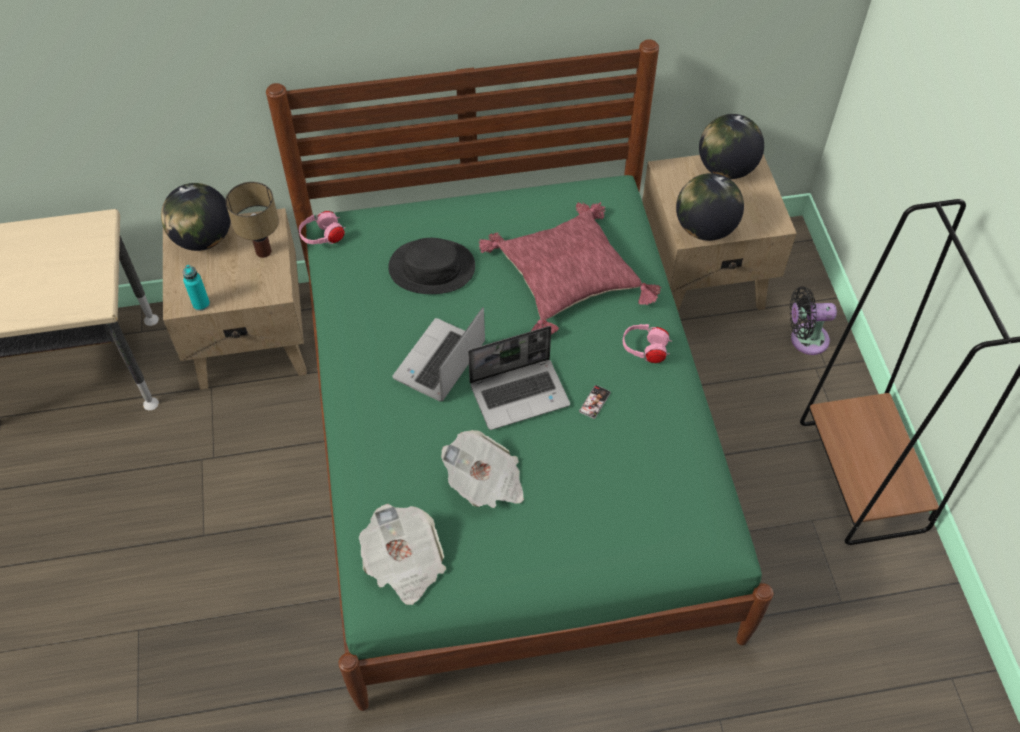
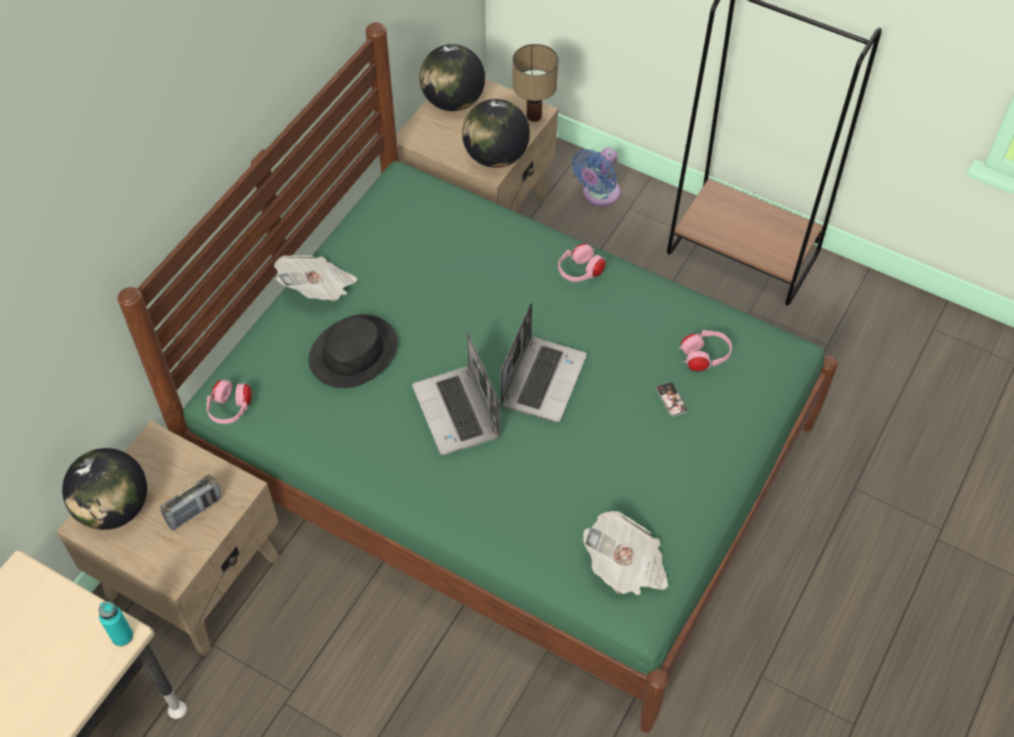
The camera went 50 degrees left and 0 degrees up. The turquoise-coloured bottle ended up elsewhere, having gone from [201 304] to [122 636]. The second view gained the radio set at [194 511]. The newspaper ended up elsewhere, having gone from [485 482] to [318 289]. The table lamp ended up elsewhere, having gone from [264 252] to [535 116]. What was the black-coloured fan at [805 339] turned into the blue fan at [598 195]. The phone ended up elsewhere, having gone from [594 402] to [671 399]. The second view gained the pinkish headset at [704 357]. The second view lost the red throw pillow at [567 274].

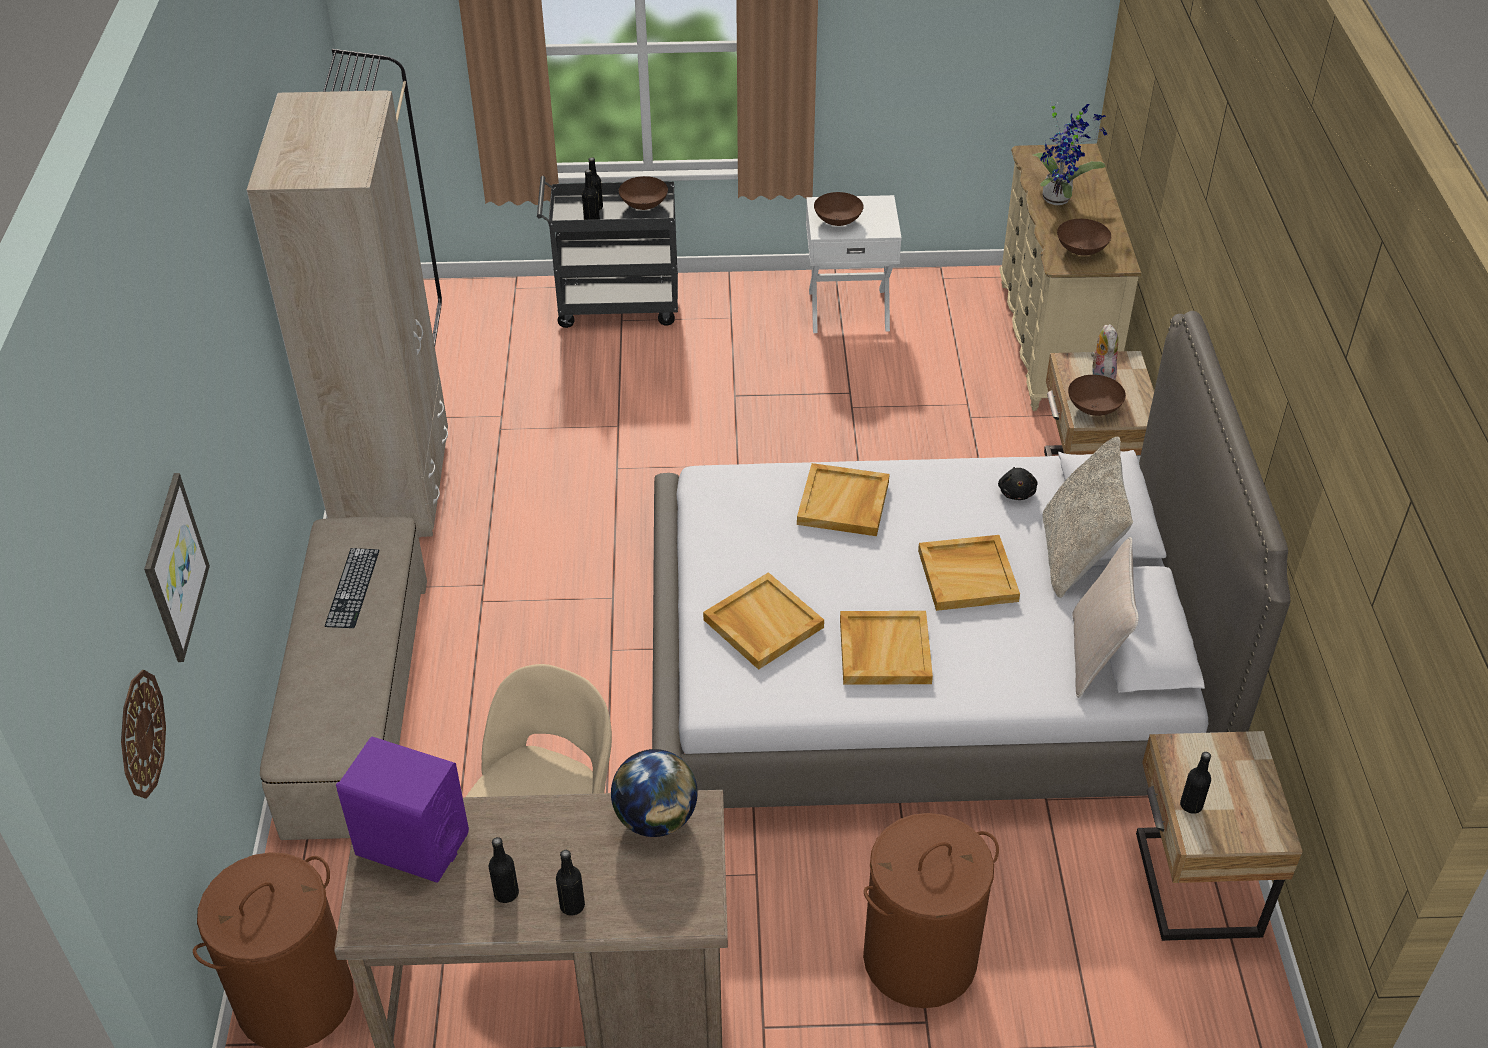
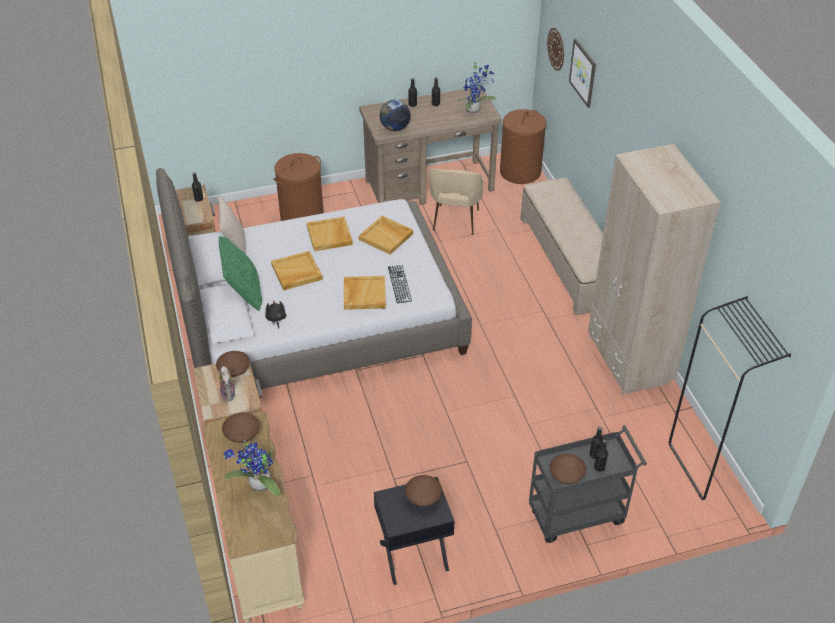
The camera went 165 degrees right and 0 degrees up. What was the beige throw pillow at [1077 555] turned into the greenish throw pillow at [243 292]. What was the whitish bedside table at [848 309] turned into the black-coloured bedside table at [414 556]. The computer keyboard ended up elsewhere, having gone from [352 588] to [399 283]. Where the purple loudspeaker stood at [412 844], the houseplant came to stand at [474 110].

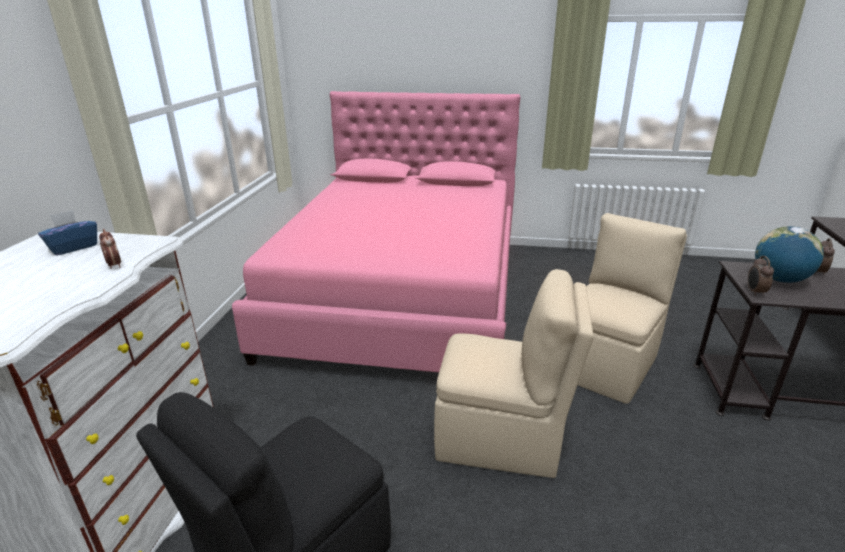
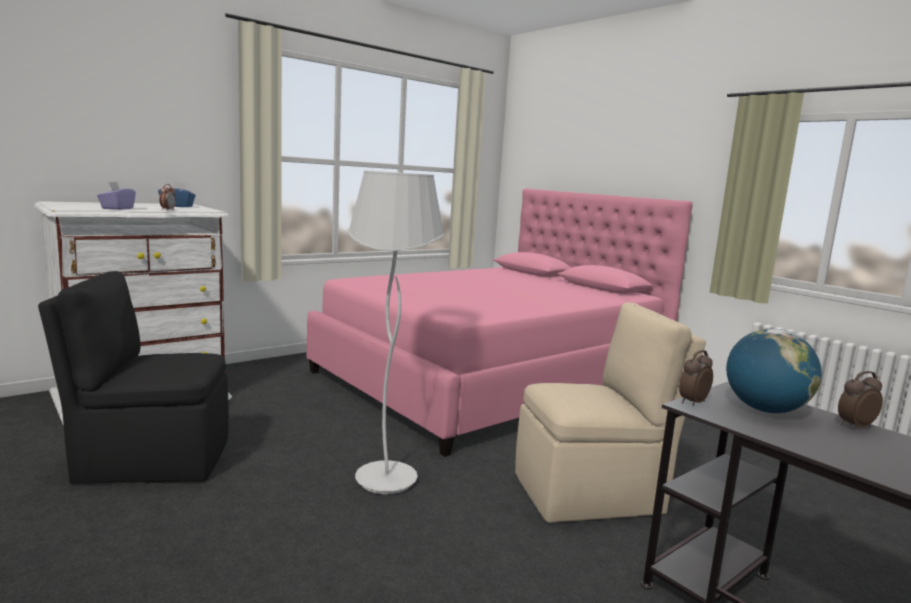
The camera went 40 degrees right and 15 degrees down. The second view gained the purple box of tissues at [117 208]. Where the beige plain chair stood at [501 438], the whitish floor lamp came to stand at [386 480].

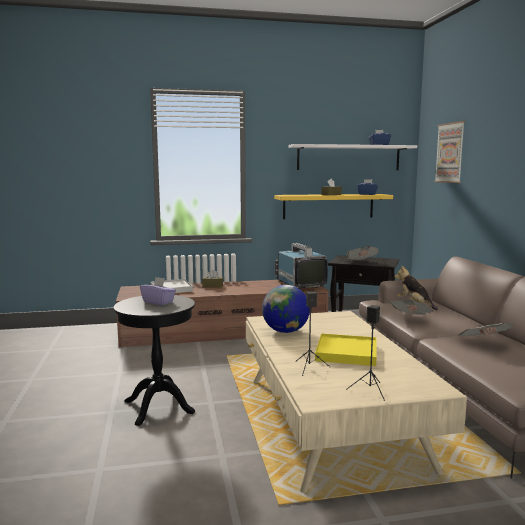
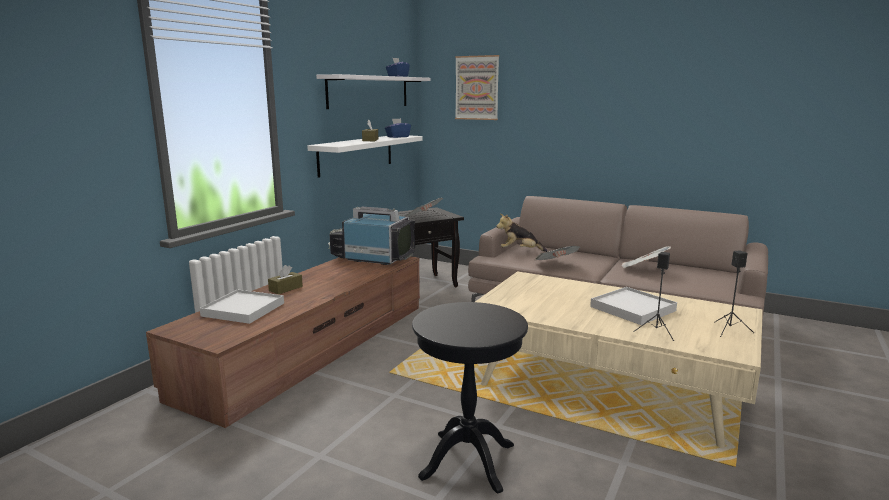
The camera went 50 degrees left and 5 degrees up. What was the yellow-coloured wall shelf at [328 206] turned into the whitish wall shelf at [356 154]. What was the yellow-coloured serving tray at [346 353] turned into the whitish serving tray at [632 309]. The second view lost the purple box of tissues at [158 302]. The second view lost the globe at [285 331].

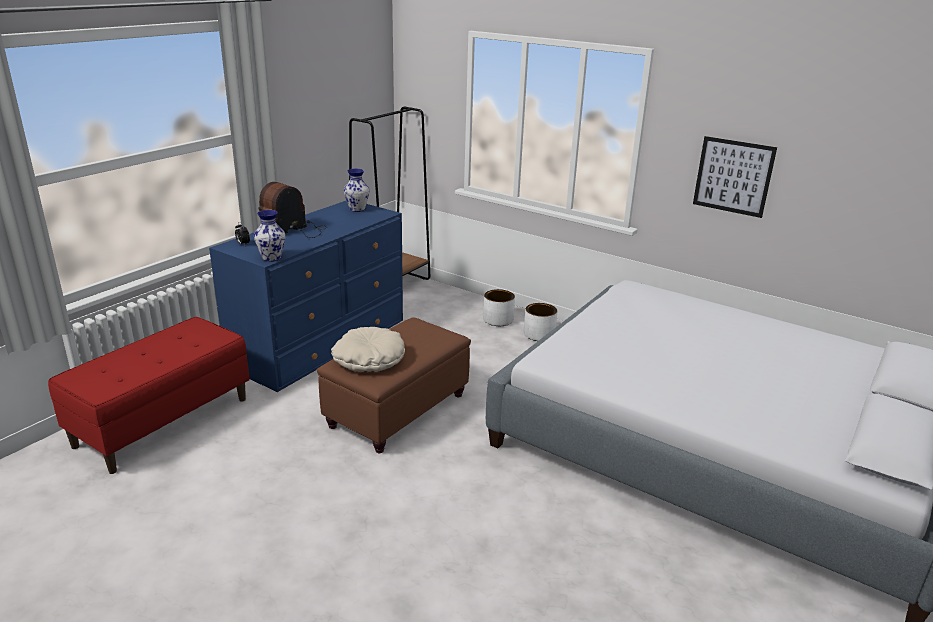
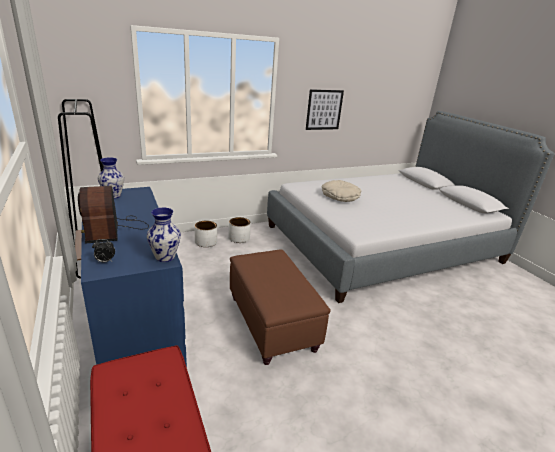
The camera went 60 degrees left and 0 degrees up. The beige throw pillow ended up elsewhere, having gone from [370 360] to [341 197].

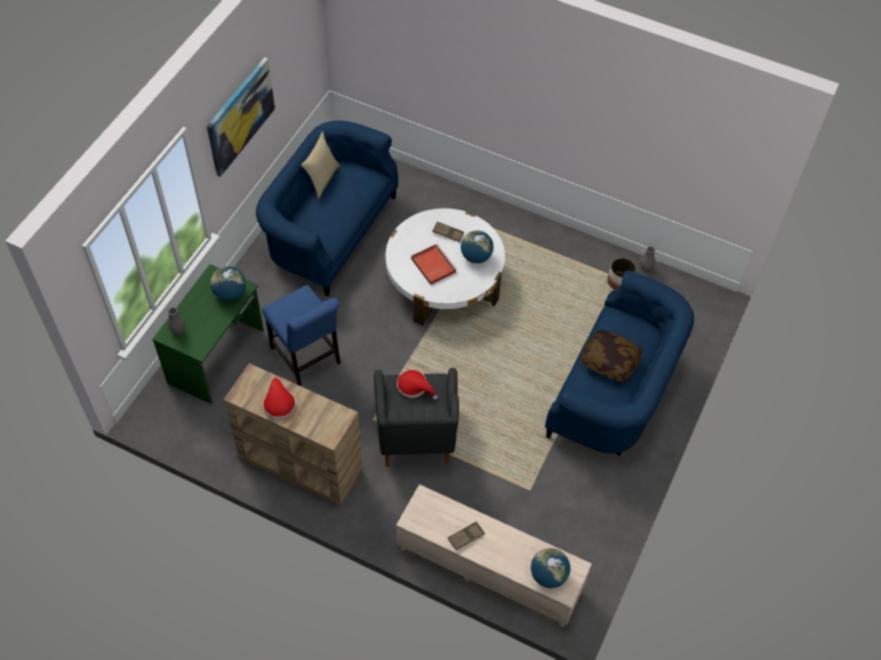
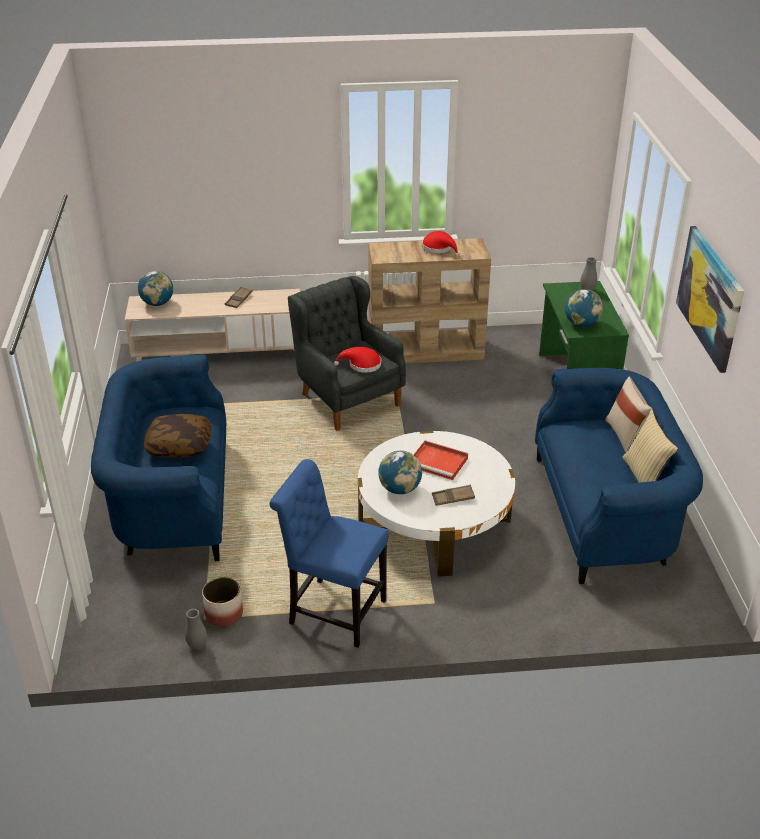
The camera went 150 degrees right and 20 degrees down. The blue plain chair ended up elsewhere, having gone from [307 358] to [333 610]. The second view gained the beige throw pillow at [624 435].

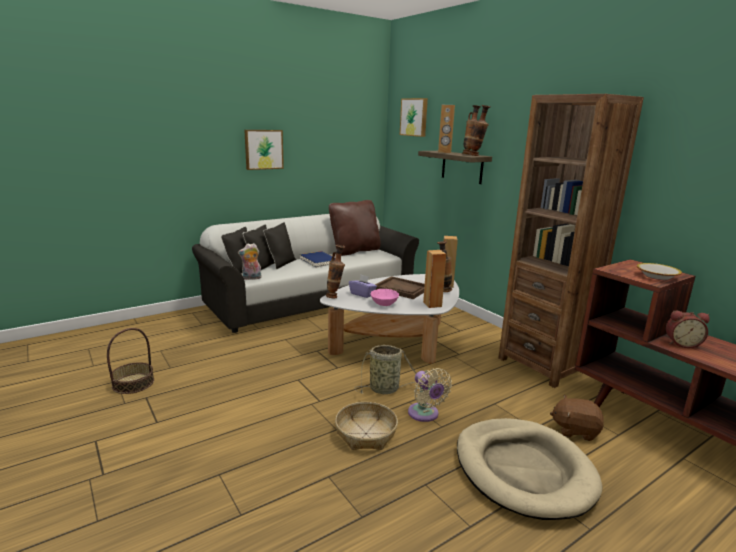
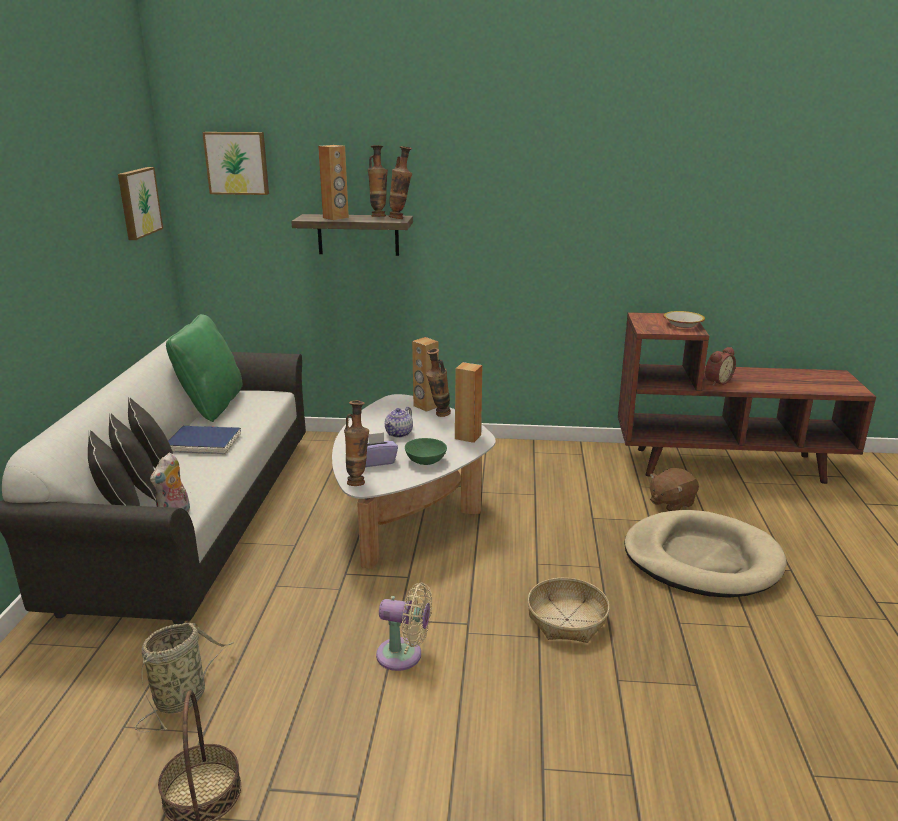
The camera went 50 degrees left and 5 degrees up. The wall picture ended up elsewhere, having gone from [263 149] to [138 202]. The household basket ended up elsewhere, having gone from [386 389] to [183 697]. What was the brown-coloured throw pillow at [354 251] turned into the greenish throw pillow at [212 405]. The beige fan ended up elsewhere, having gone from [425 414] to [404 655]. Where the brown-coloured serving tray stood at [401 289], the teapot came to stand at [399 433]. What was the pinkish bowl at [384 303] turned into the greenish bowl at [425 460]. The second view lost the brown-coloured bookshelf at [543 365].

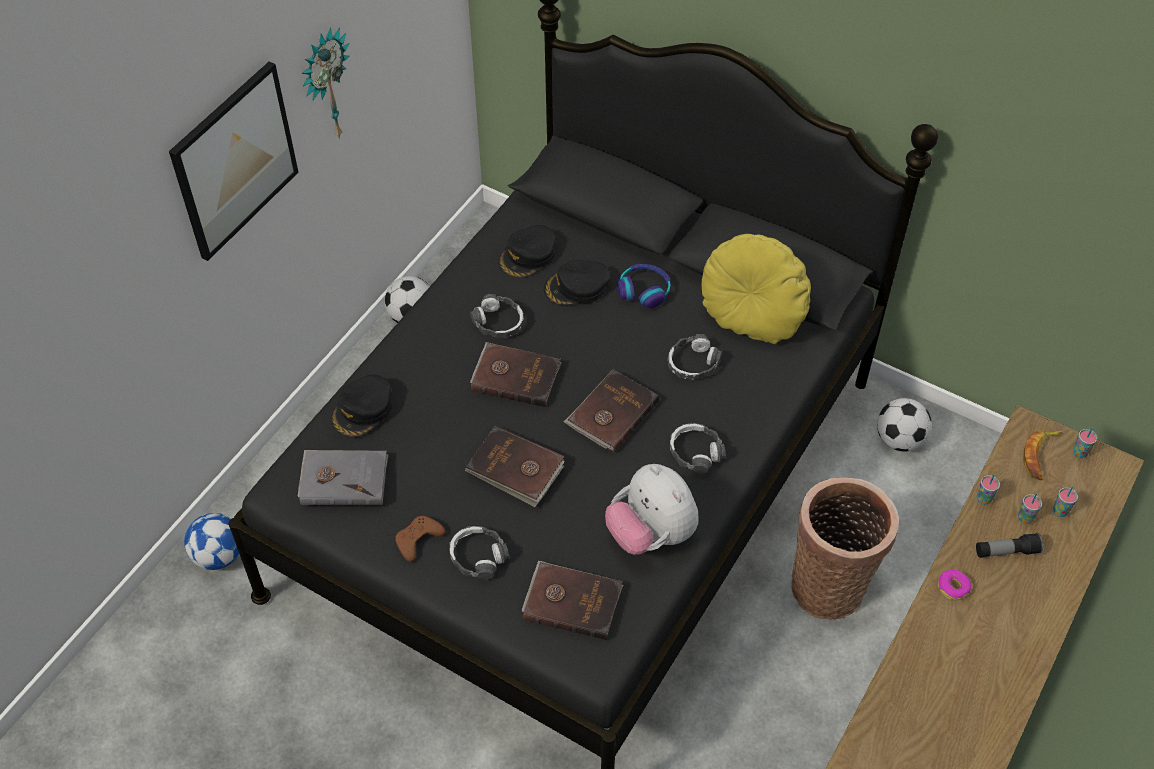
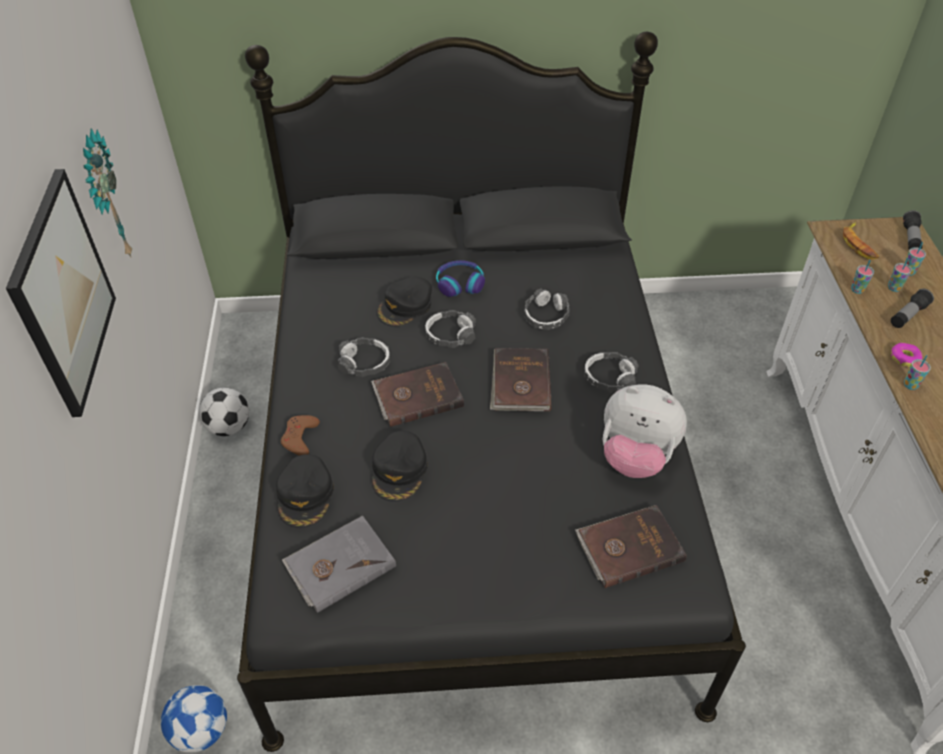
The camera went 35 degrees left and 5 degrees down. The brown-coloured gamepad ended up elsewhere, having gone from [418 539] to [300 438]. The black-coloured cap ended up elsewhere, having gone from [528 256] to [399 470]. The headset ended up elsewhere, having gone from [478 556] to [450 334]. The second view gained the flashlight at [910 238]. The cup ended up elsewhere, having gone from [1079 453] to [910 385]. The second view lost the brown-coloured book at [515 469]. The second view lost the yellow-coloured throw pillow at [751 321]. The second view lost the household basket at [830 584]. The second view lost the football at [899 440].

